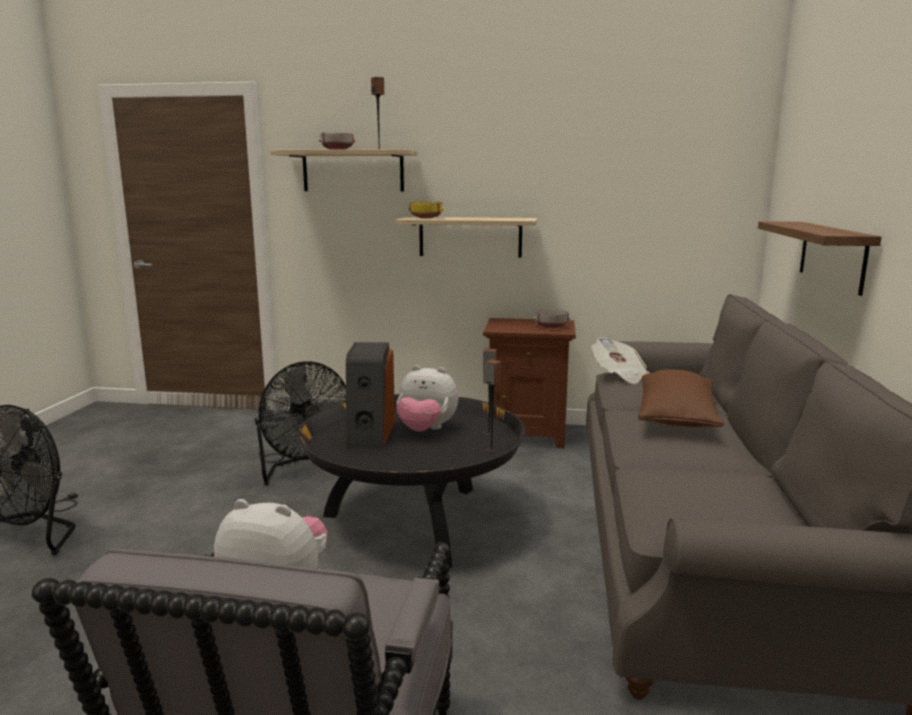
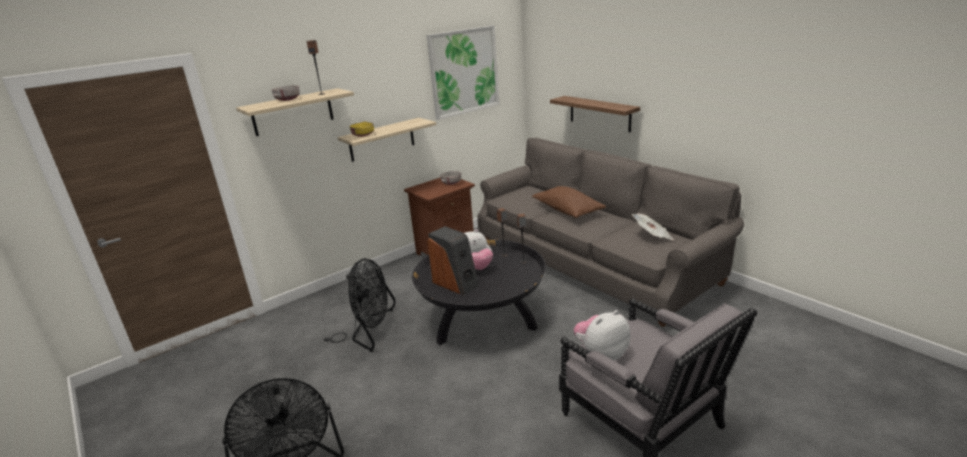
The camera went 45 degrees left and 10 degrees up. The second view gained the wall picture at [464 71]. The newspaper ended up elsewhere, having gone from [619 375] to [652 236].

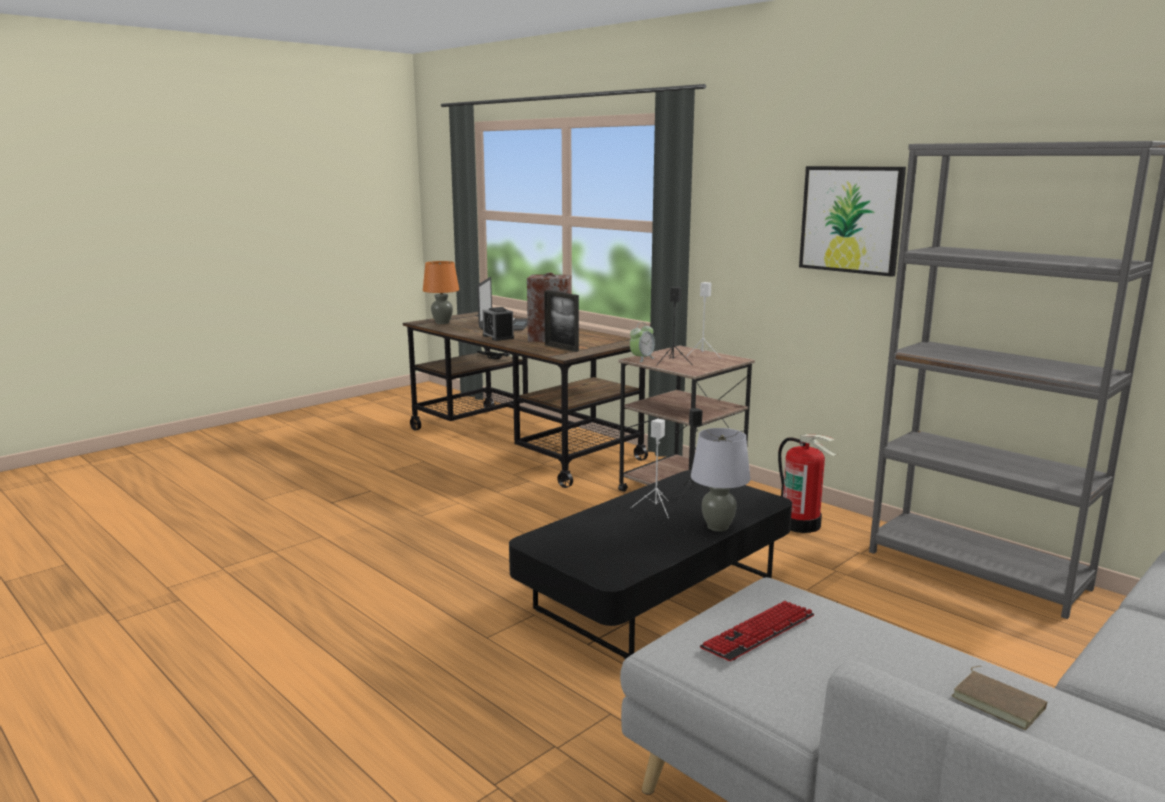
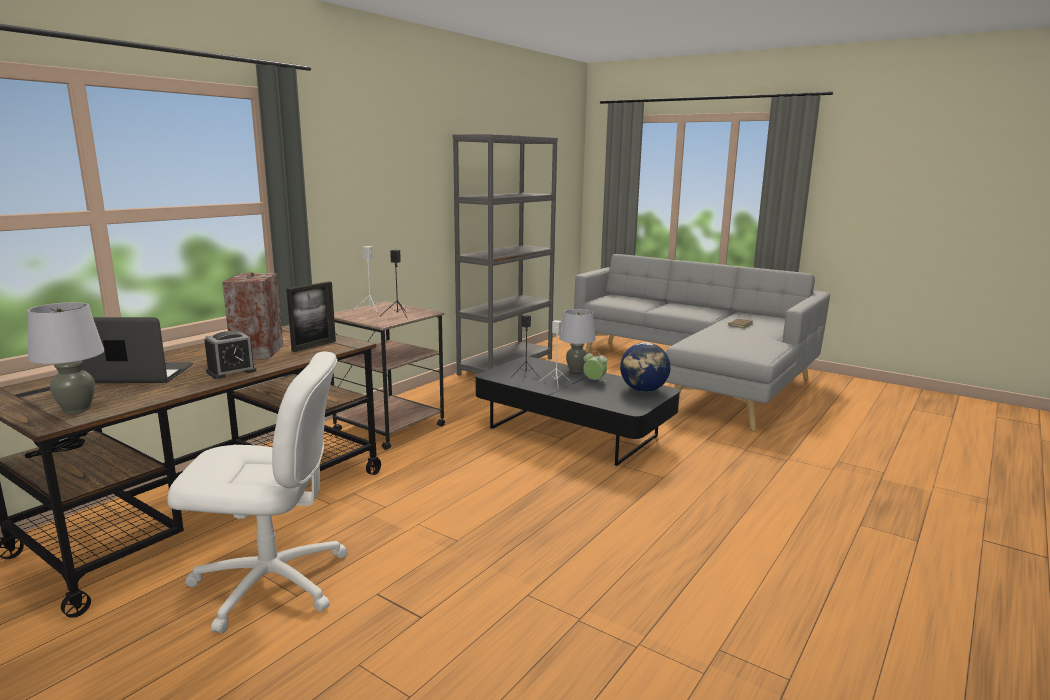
The camera went 100 degrees left and 0 degrees up. What was the orange-coloured table lamp at [442 323] turned into the grey table lamp at [76 409]. The second view gained the whitish desk chair at [271 582]. The alarm clock ended up elsewhere, having gone from [642 359] to [594 380]. The second view gained the globe at [643 390]. The second view lost the computer keyboard at [758 633]. The second view lost the fire extinguisher at [800 524]. The second view lost the wall picture at [851 219].

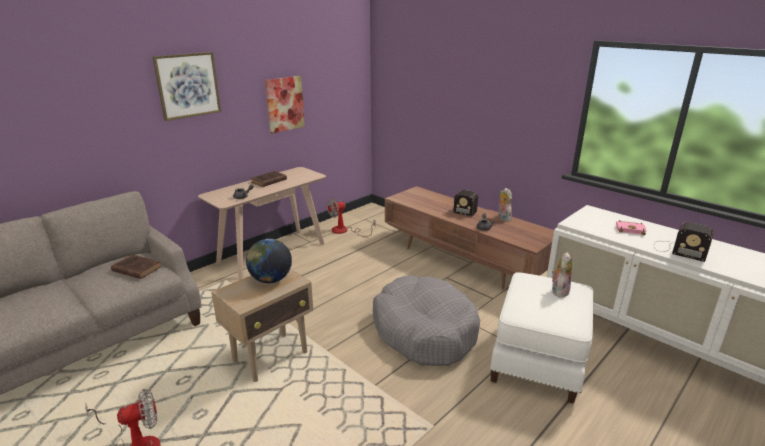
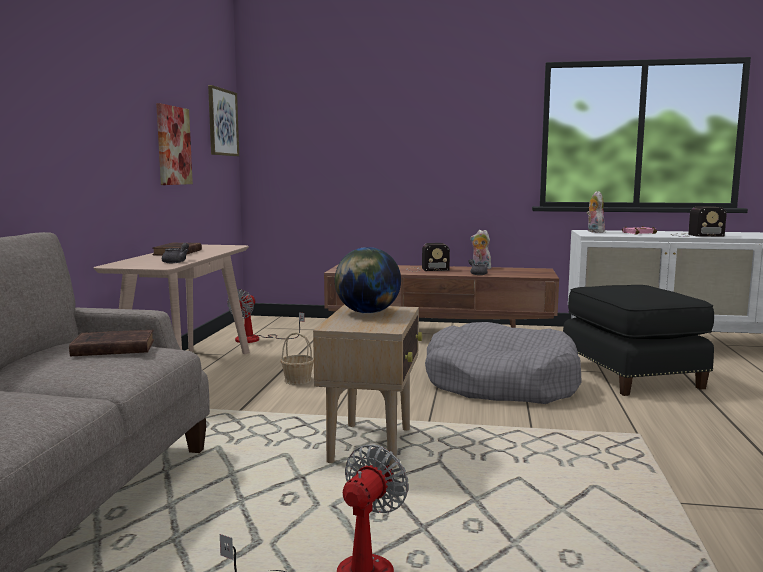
The camera went 35 degrees left and 15 degrees down. The wall picture ended up elsewhere, having gone from [188 85] to [222 122]. The second view gained the household basket at [297 380]. What was the whitish footrest at [539 360] turned into the black-coloured footrest at [632 374]. The cuddly toy ended up elsewhere, having gone from [559 291] to [594 232].

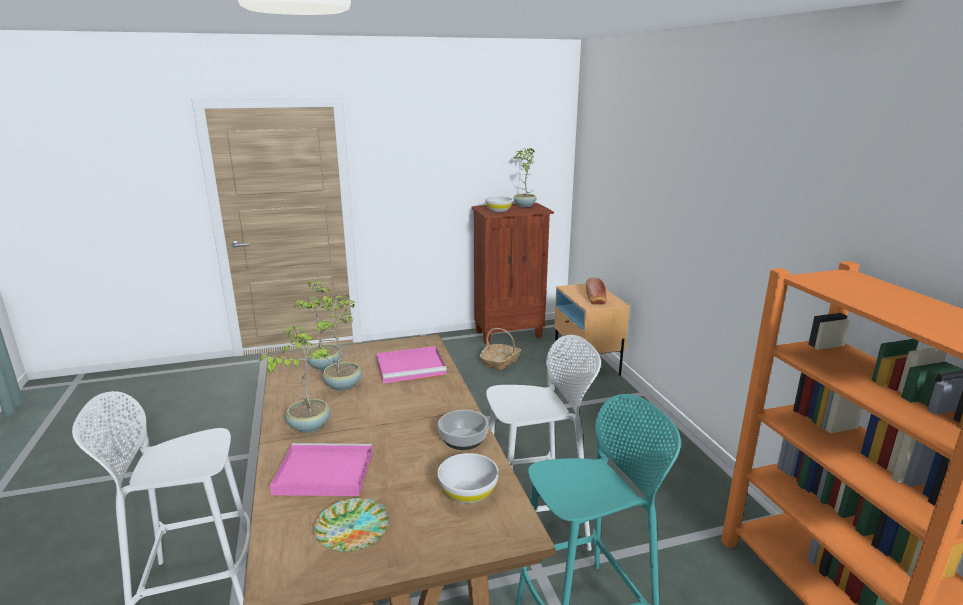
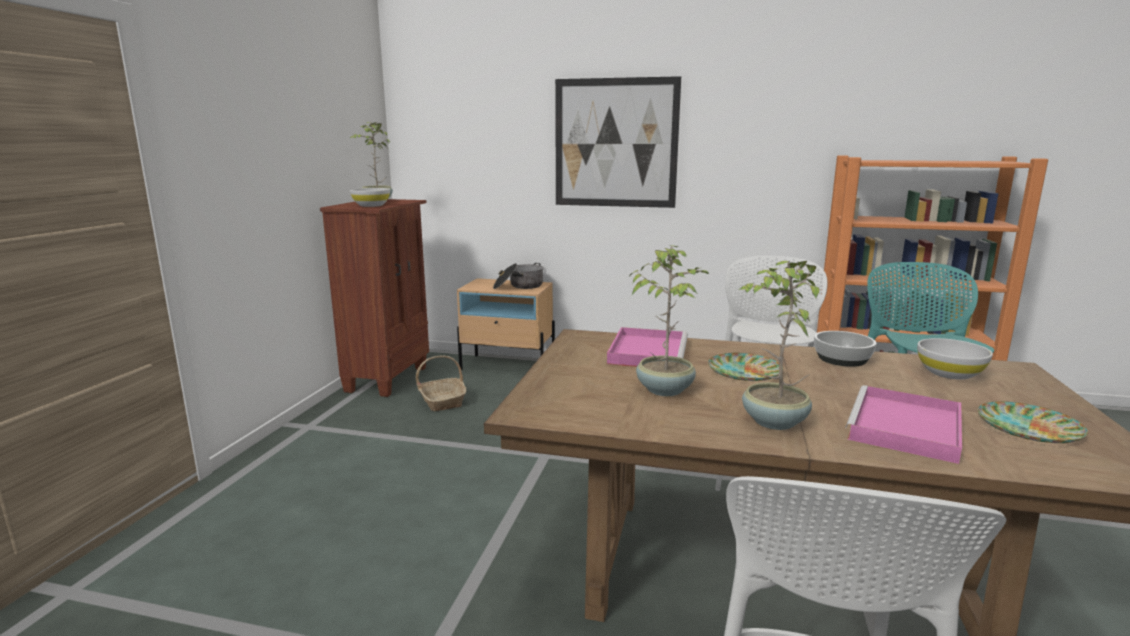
The camera went 60 degrees left and 5 degrees down. Where the bakery bread stood at [596 299], the stockpot came to stand at [519 286]. The second view gained the wall picture at [615 143]. The second view gained the plate at [743 372]. The second view lost the houseplant at [325 365].

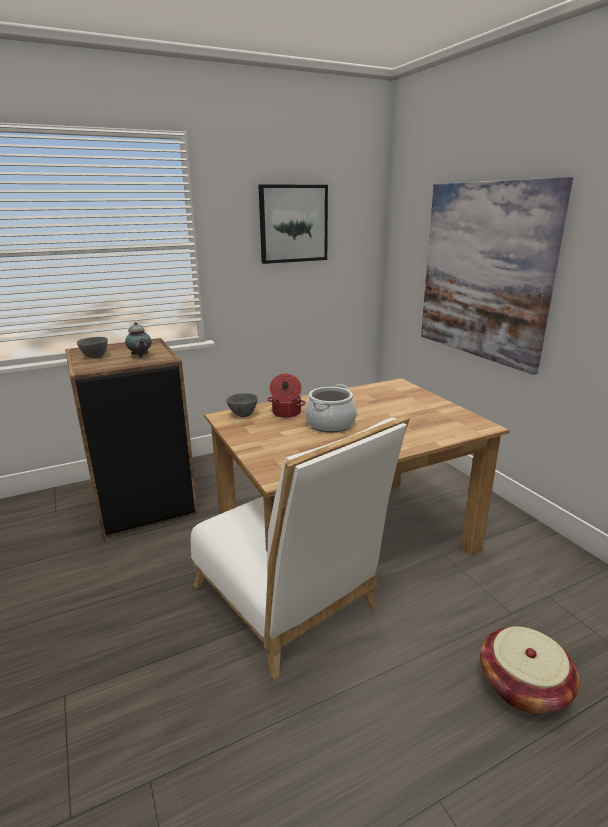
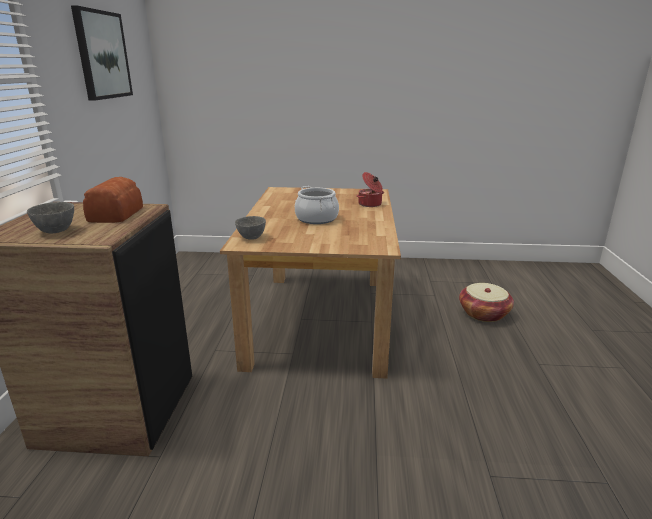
The camera went 60 degrees left and 0 degrees up. Where the teapot stood at [140 357], the bakery bread came to stand at [114 215]. The stockpot ended up elsewhere, having gone from [286 413] to [370 204]. The second view lost the whitish plain chair at [290 604]. The second view lost the wall picture at [484 272].

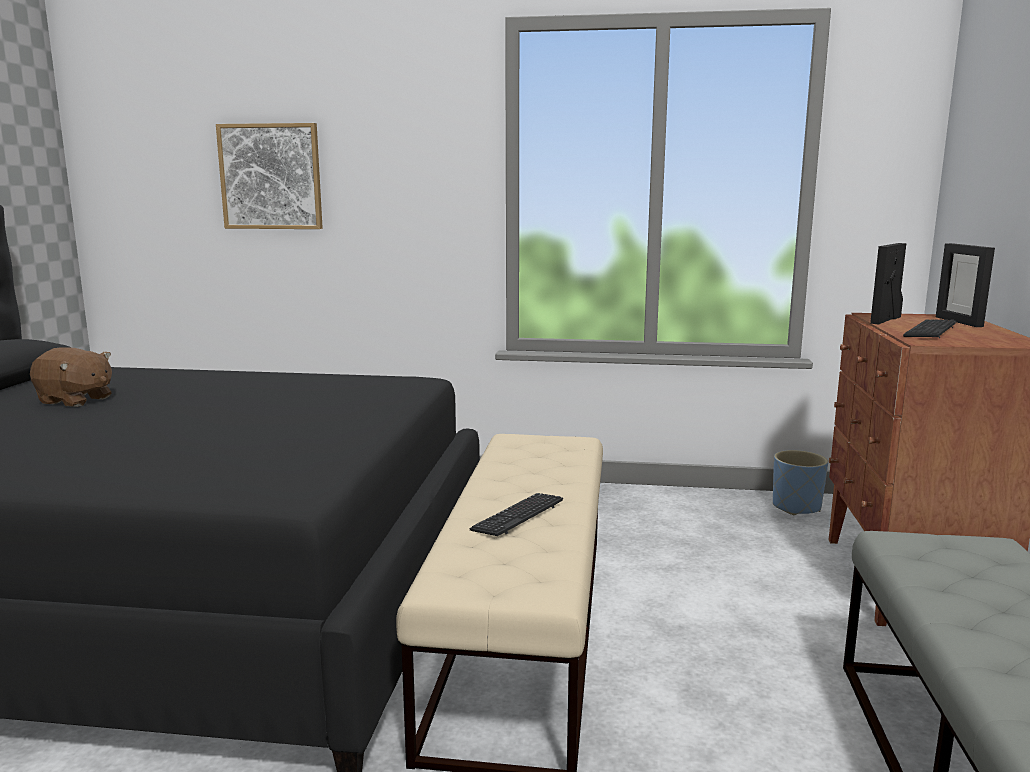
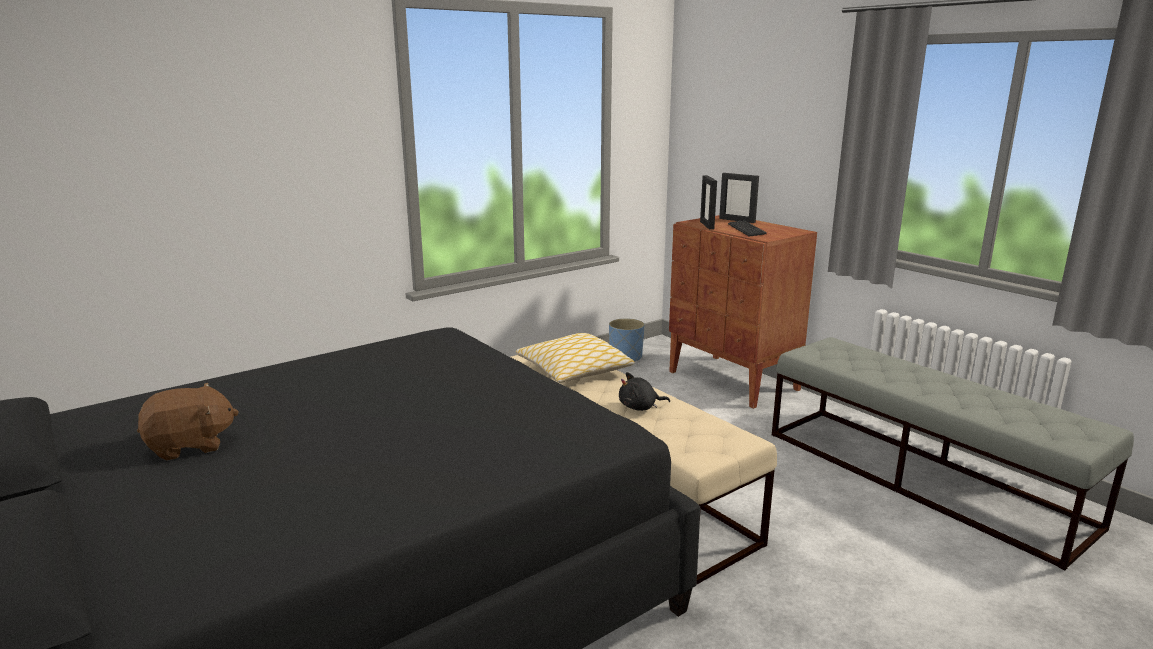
The camera went 45 degrees left and 5 degrees up. The second view gained the throw pillow at [574 371]. Where the computer keyboard stood at [518 516], the black-coloured cuddly toy came to stand at [640 407]. The second view lost the wall picture at [271 177].

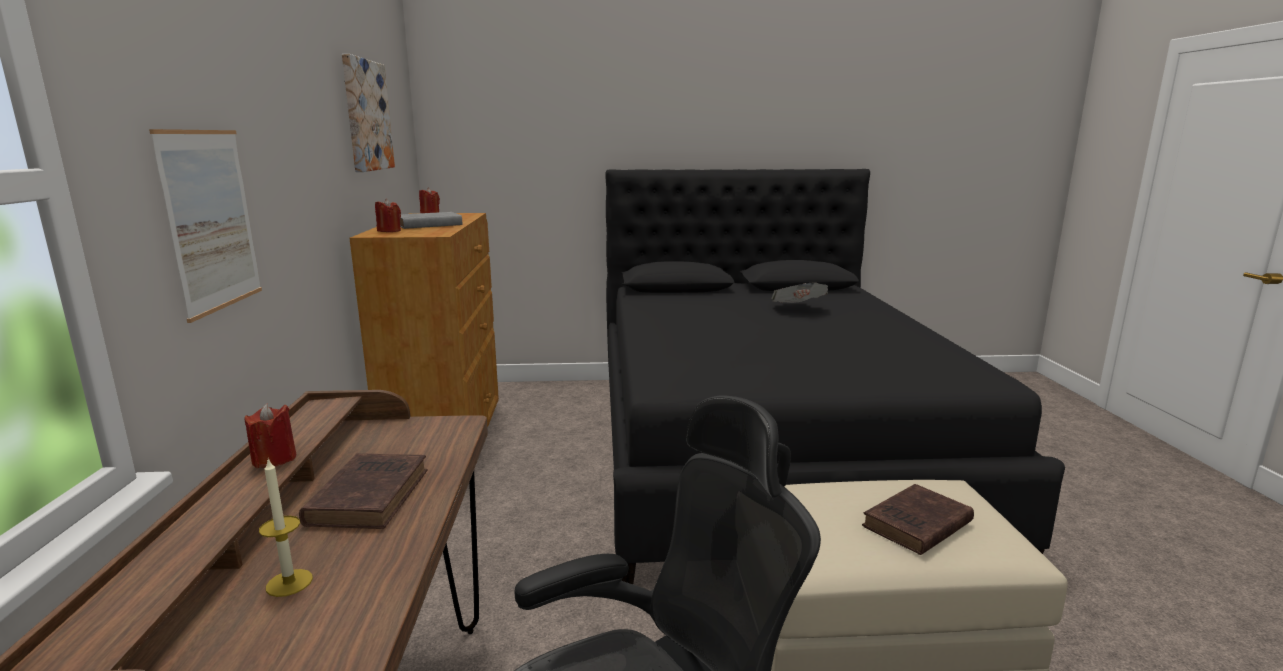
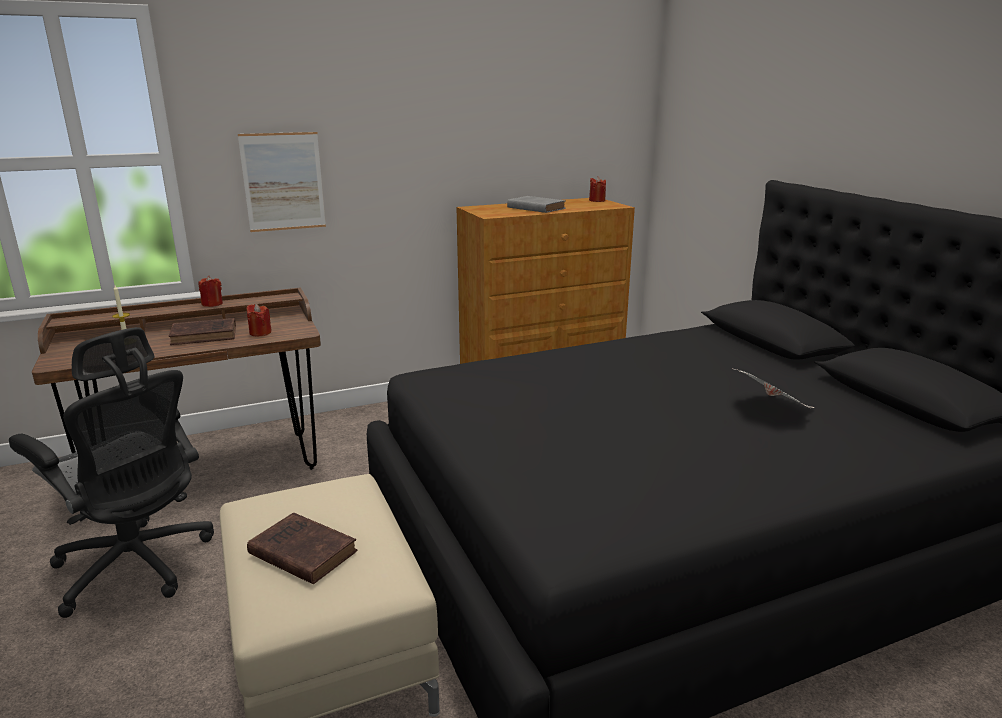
The camera went 70 degrees right and 5 degrees up. The red wax light ended up elsewhere, having gone from [389 231] to [260 333]. The second view lost the wall picture at [366 115].

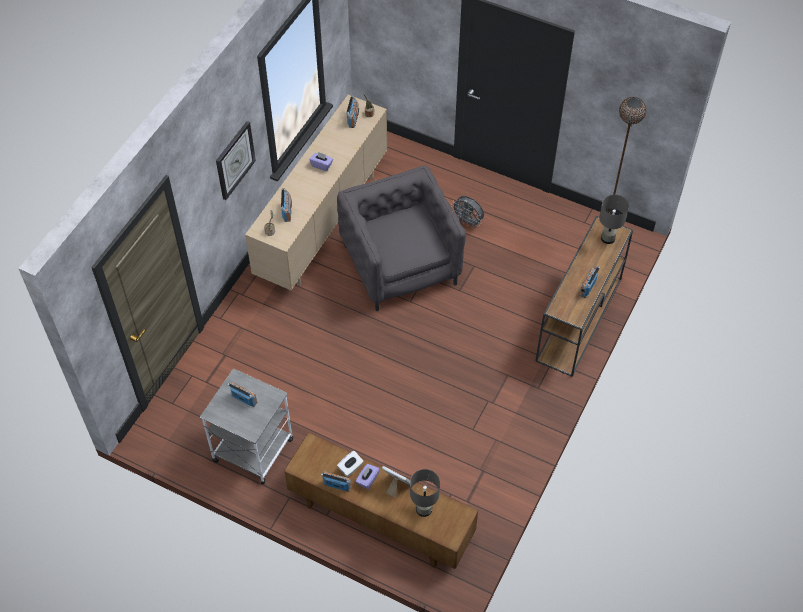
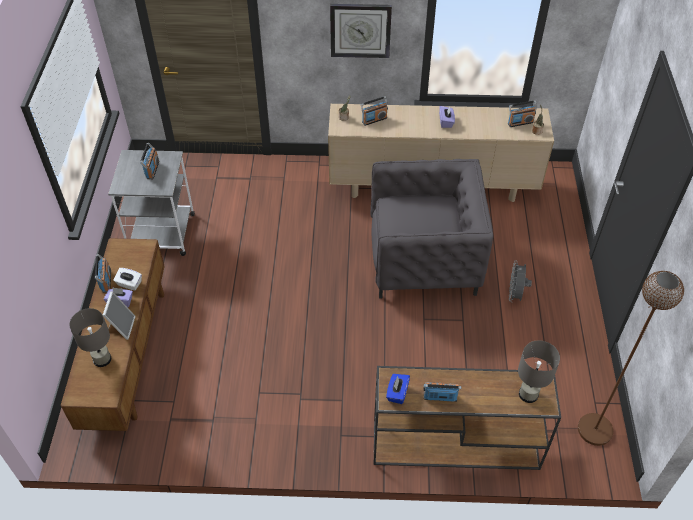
The camera went 65 degrees right and 5 degrees down. The grey easy chair at [400 264] ended up facing another way, 45 degrees clockwise from before. The second view gained the blue box of tissues at [397 393].

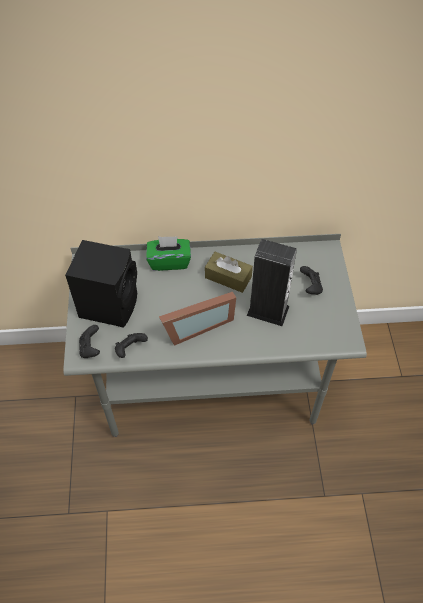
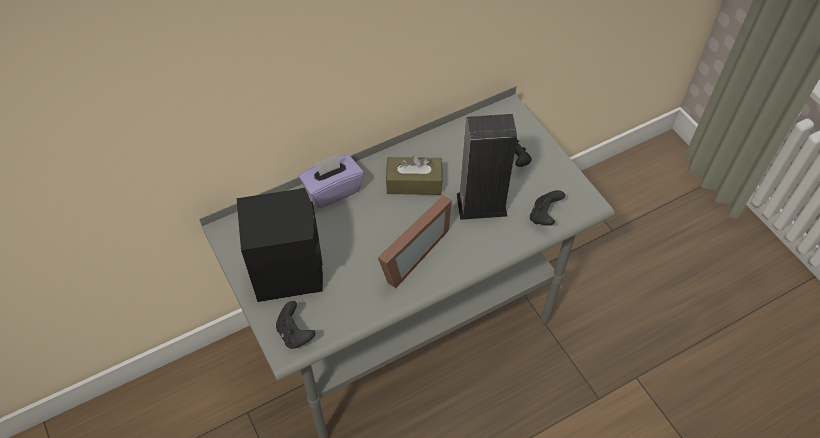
The camera went 25 degrees left and 0 degrees up. What was the greenish box of tissues at [169 261] turned into the purple box of tissues at [332 190]. The black-coloured gamepad ended up elsewhere, having gone from [130 349] to [544 216].

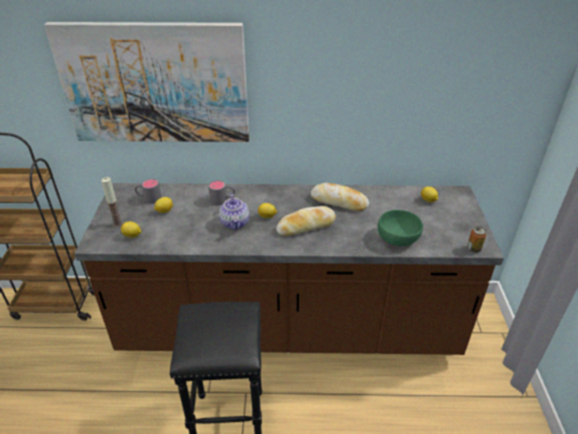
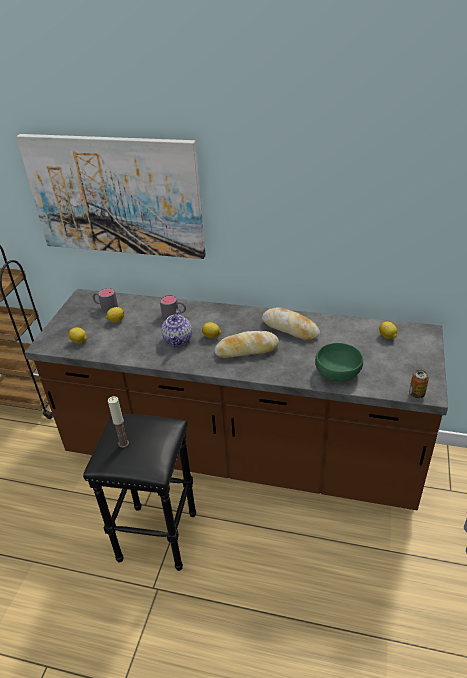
The camera went 15 degrees right and 0 degrees up. The wax light ended up elsewhere, having gone from [117 224] to [123 443].

